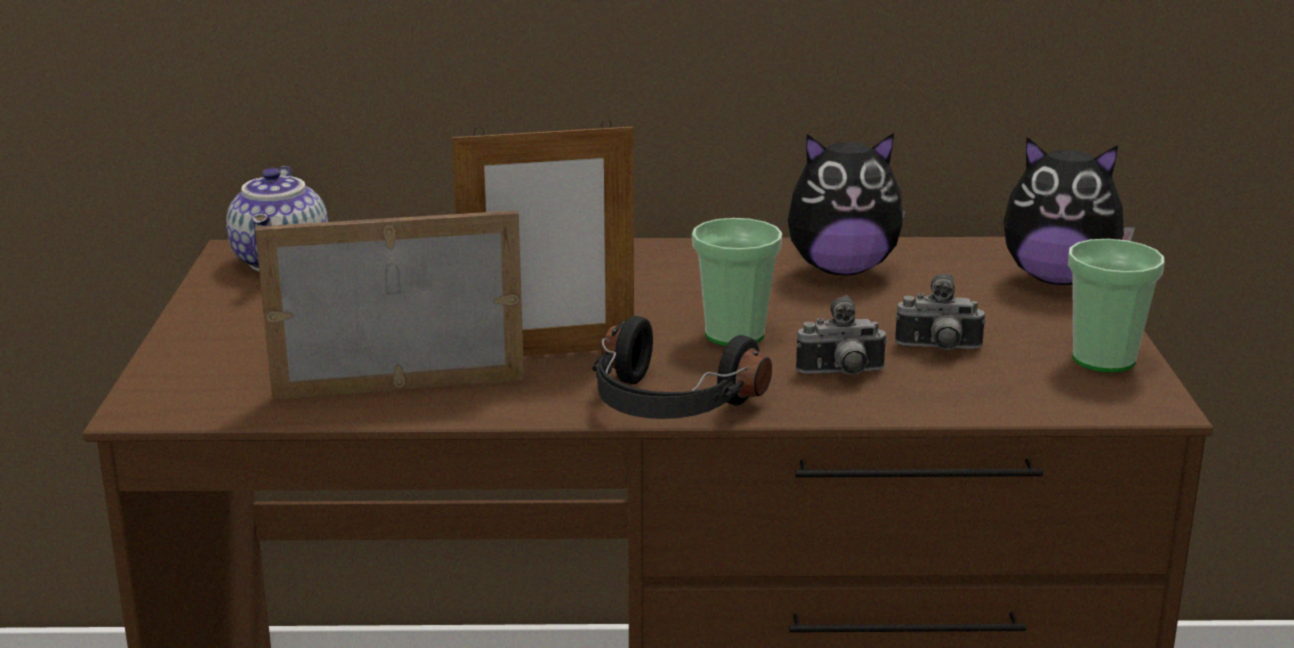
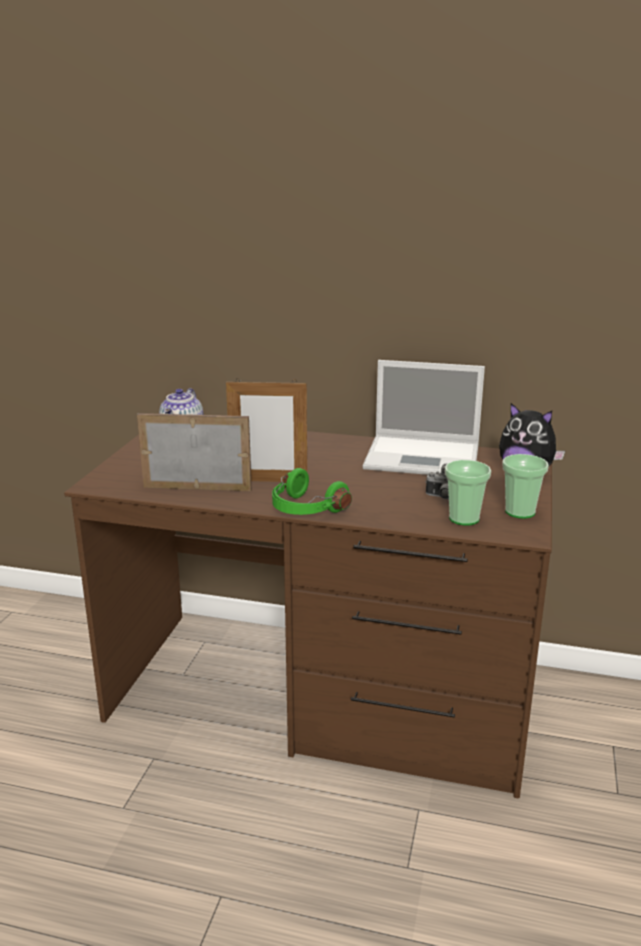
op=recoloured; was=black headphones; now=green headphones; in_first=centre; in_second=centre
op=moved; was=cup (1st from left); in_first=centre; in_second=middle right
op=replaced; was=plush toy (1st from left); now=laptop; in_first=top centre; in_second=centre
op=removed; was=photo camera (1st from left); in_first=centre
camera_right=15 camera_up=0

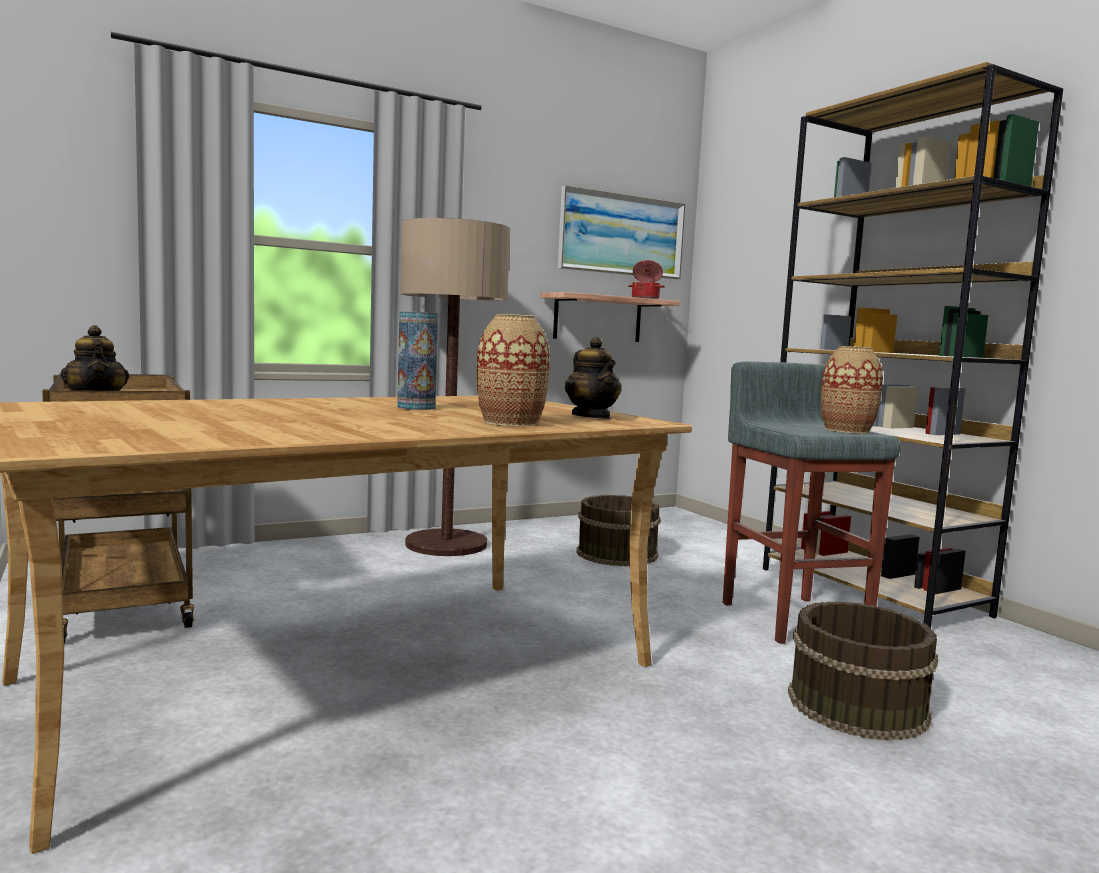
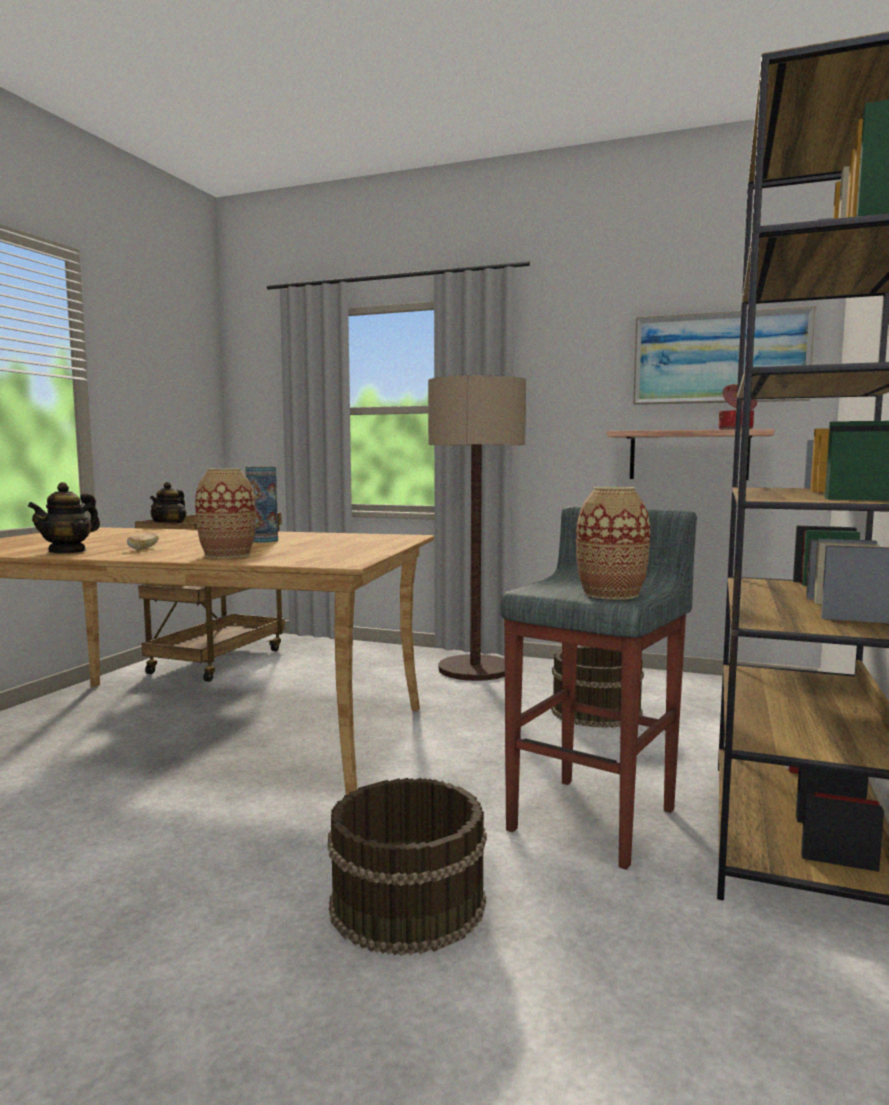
op=moved; was=teapot (2nd from left in the first image); now=teapot (1st from left); in_first=centre; in_second=middle left
op=added; now=bread; in_second=middle left
camera_right=50 camera_up=0

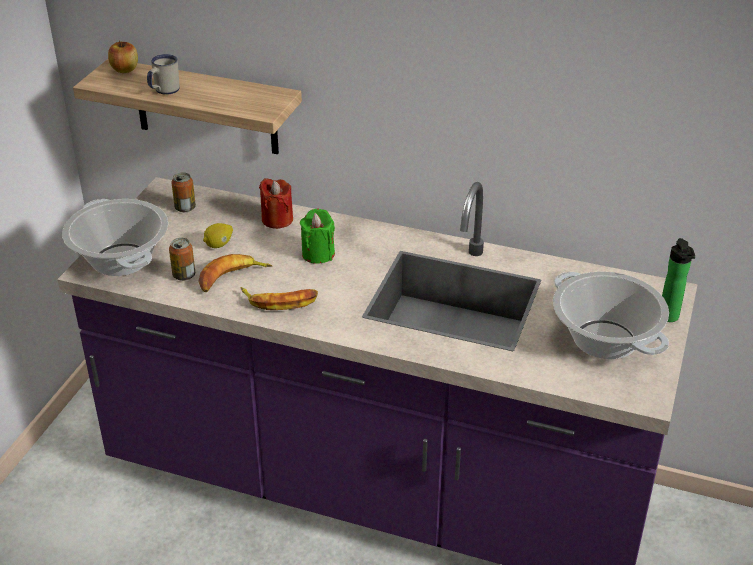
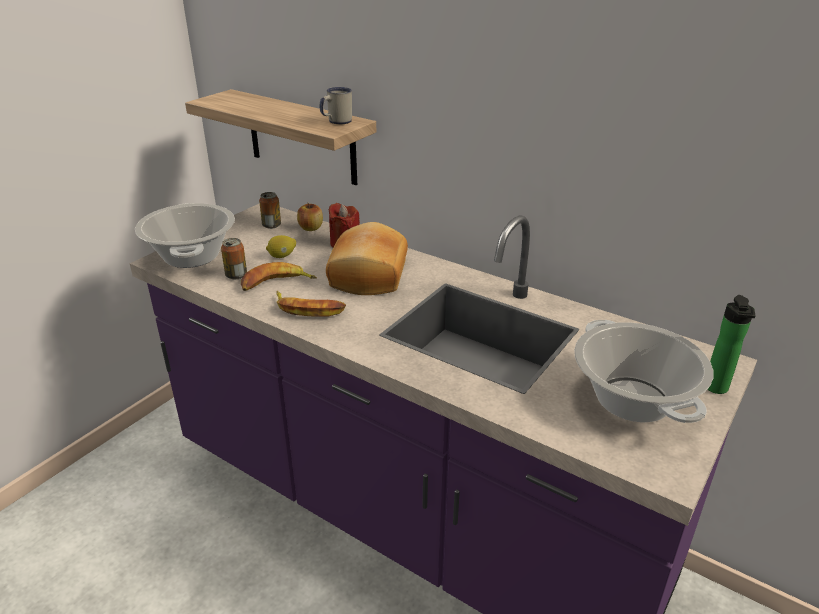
op=moved; was=apple; in_first=top left; in_second=centre
op=moved; was=white mug; in_first=top left; in_second=top centre
op=replaced; was=green candle; now=bread; in_first=centre; in_second=centre
camera_right=15 camera_up=-5

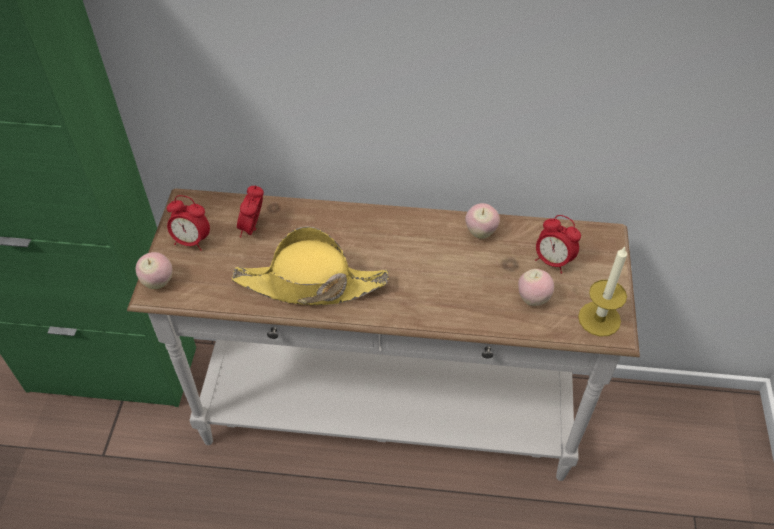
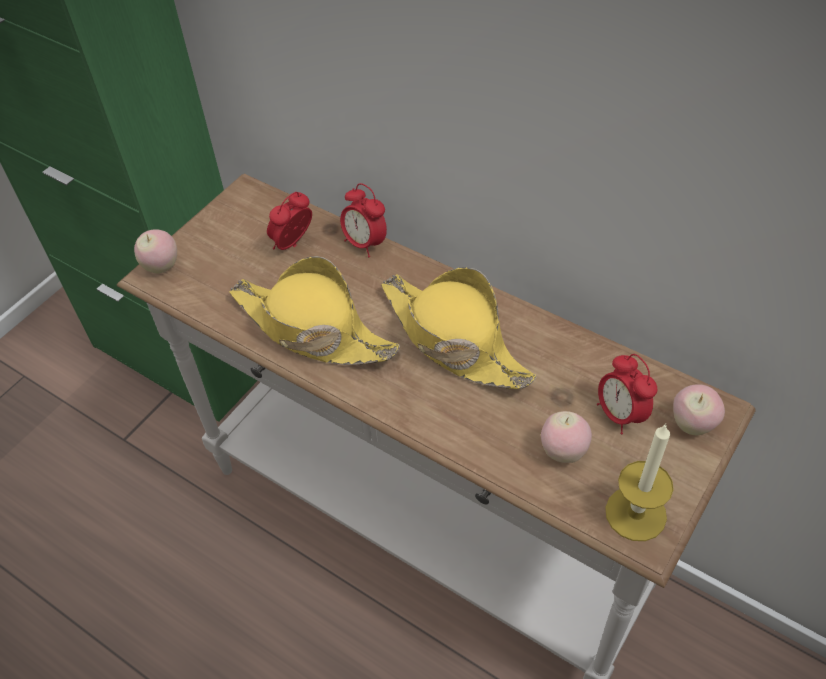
op=moved; was=alarm clock (1st from left in the first image); now=alarm clock (2nd from left); in_first=middle left; in_second=top centre
op=moved; was=apple (2nd from left in the first image); now=apple (3rd from left); in_first=centre; in_second=middle right
op=added; now=yellow hat (2nd from left); in_second=centre
camera_right=30 camera_up=0

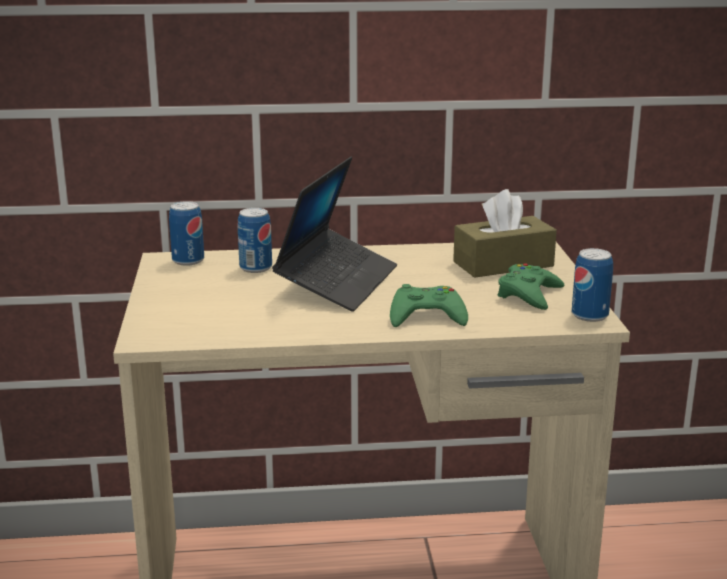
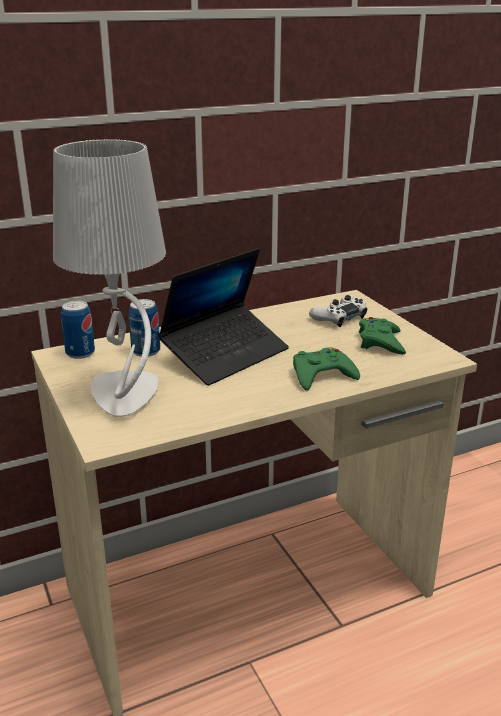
op=turned; was=laptop; in_first=centre; in_second=centre; clockwise=45
op=replaced; was=brown tissue box; now=white game controller; in_first=middle right; in_second=middle right
op=removed; was=can (3rd from left); in_first=middle right
op=added; now=grey table lamp; in_second=middle left
camera_right=-20 camera_up=5

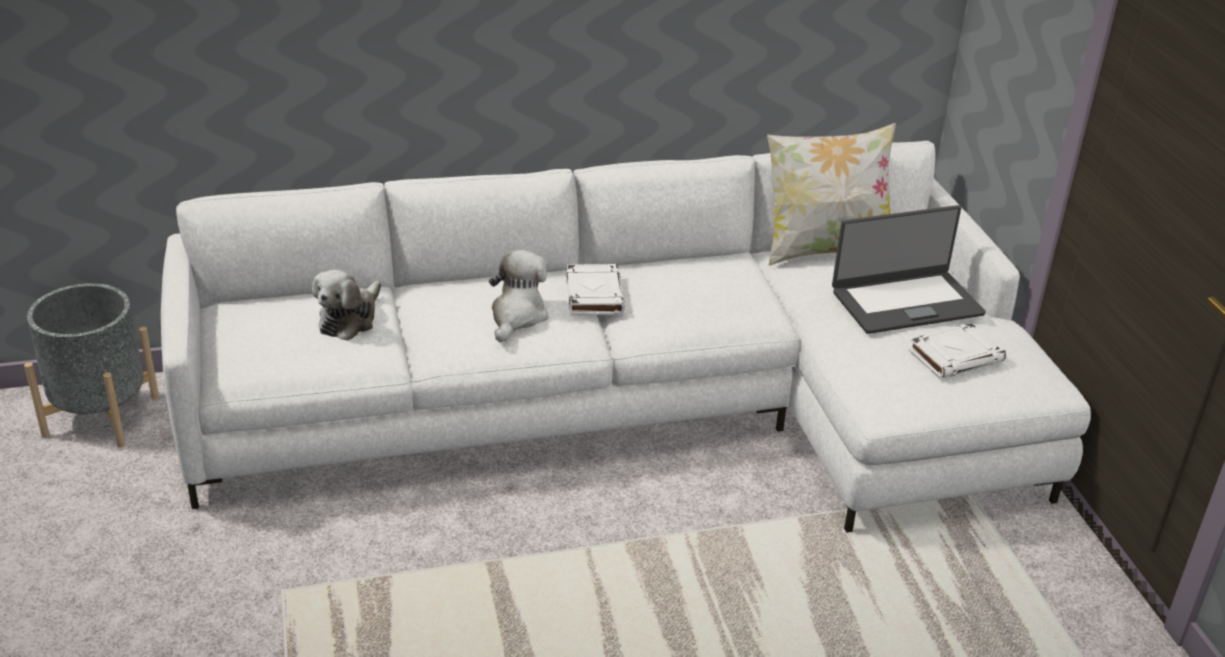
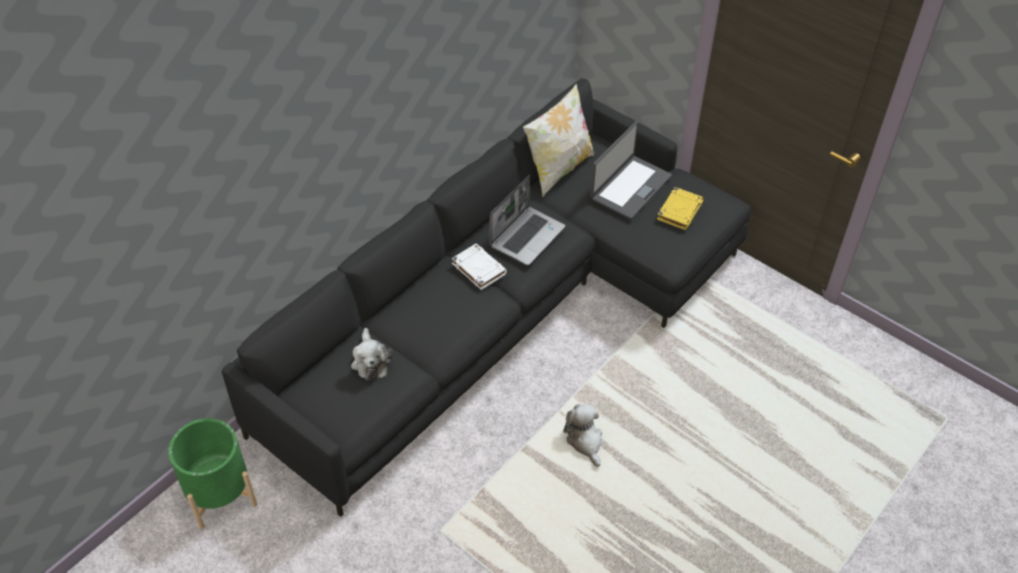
op=recoloured; was=grey planter; now=green planter; in_first=middle left; in_second=bottom left
op=recoloured; was=white sofa; now=black sofa; in_first=centre; in_second=centre
op=moved; was=plush toy (2nd from left); in_first=centre; in_second=bottom centre
op=recoloured; was=white book (2nd from left); now=yellow book; in_first=middle right; in_second=middle right
op=added; now=laptop (1st from left); in_second=centre
camera_right=-35 camera_up=15

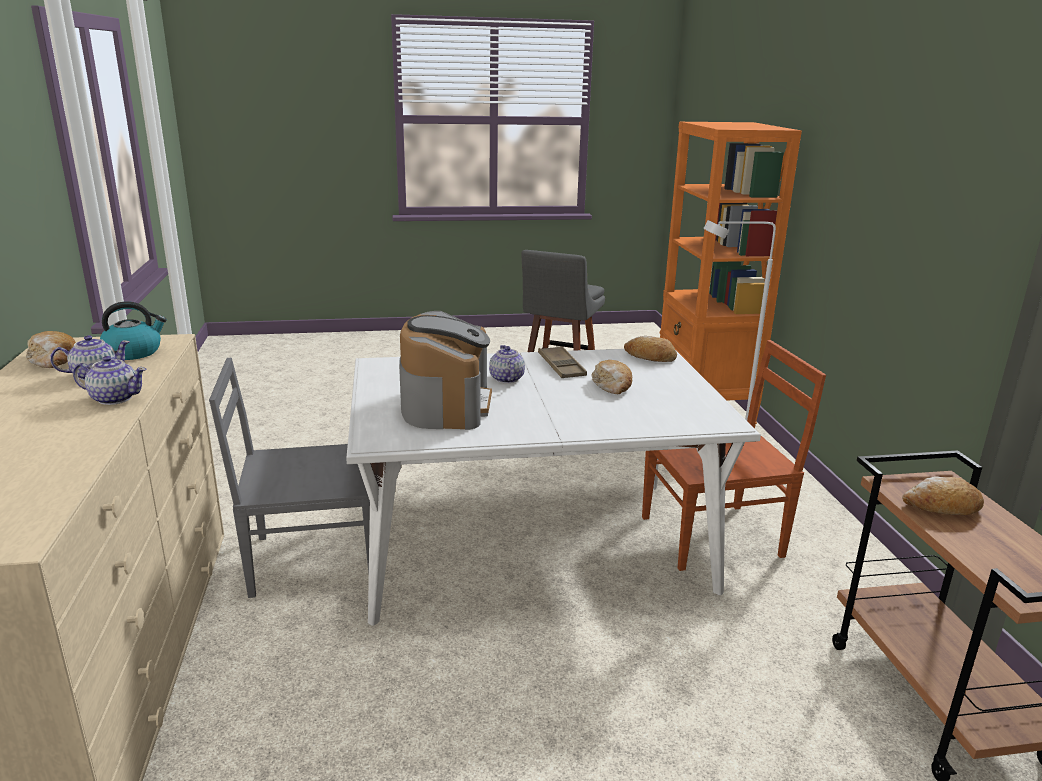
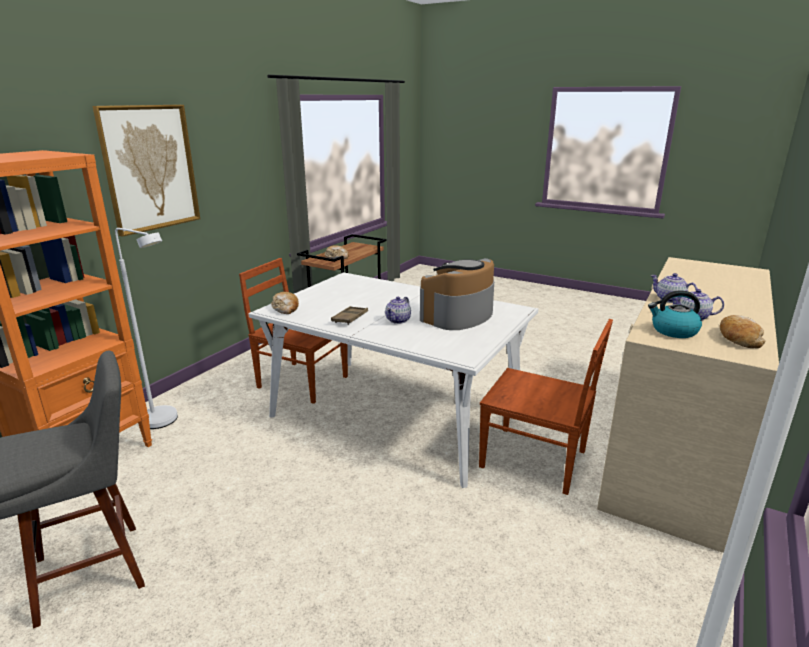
op=recoloured; was=grey chair; now=brown chair (2nd from left); in_first=middle left; in_second=middle right
op=removed; was=bread (2nd from left); in_first=centre
op=added; now=picture; in_second=top left
camera_right=-140 camera_up=0

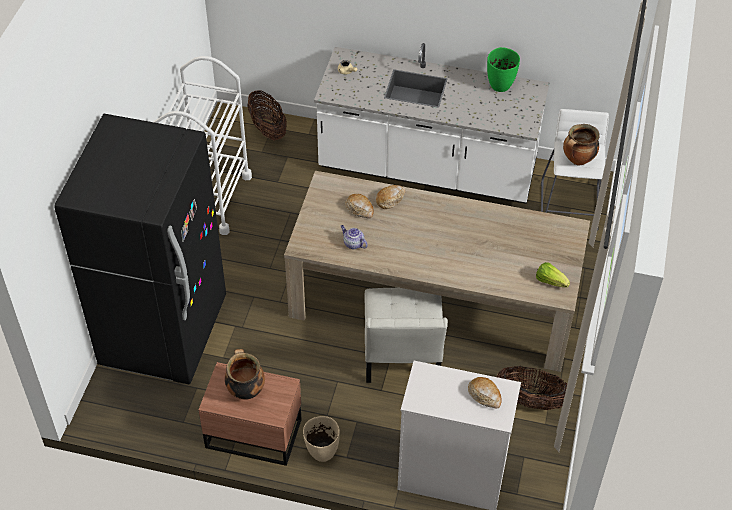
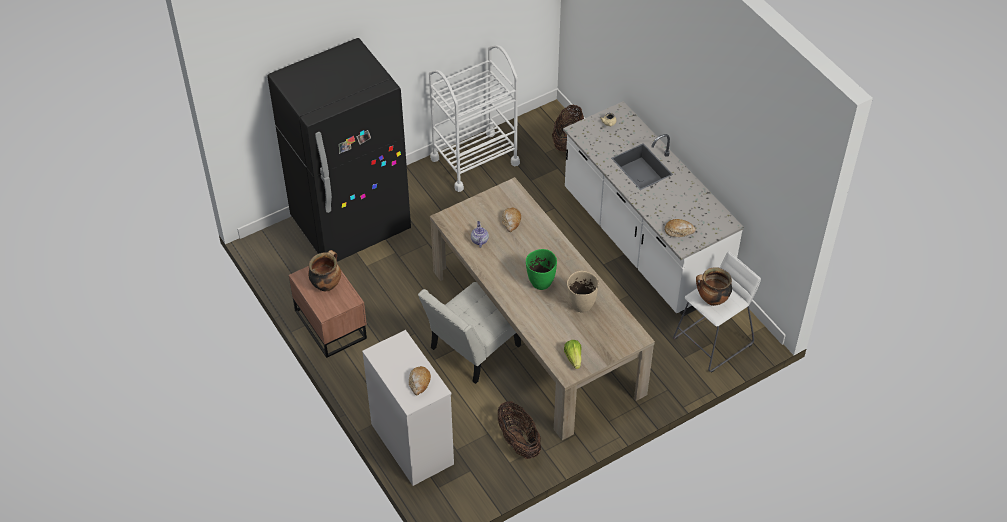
op=moved; was=beige vase; in_first=bottom centre; in_second=centre
op=moved; was=bread (2nd from left in the first image); now=bread (3rd from left); in_first=centre; in_second=middle right
op=moved; was=green vase; in_first=top right; in_second=centre
camera_right=45 camera_up=0

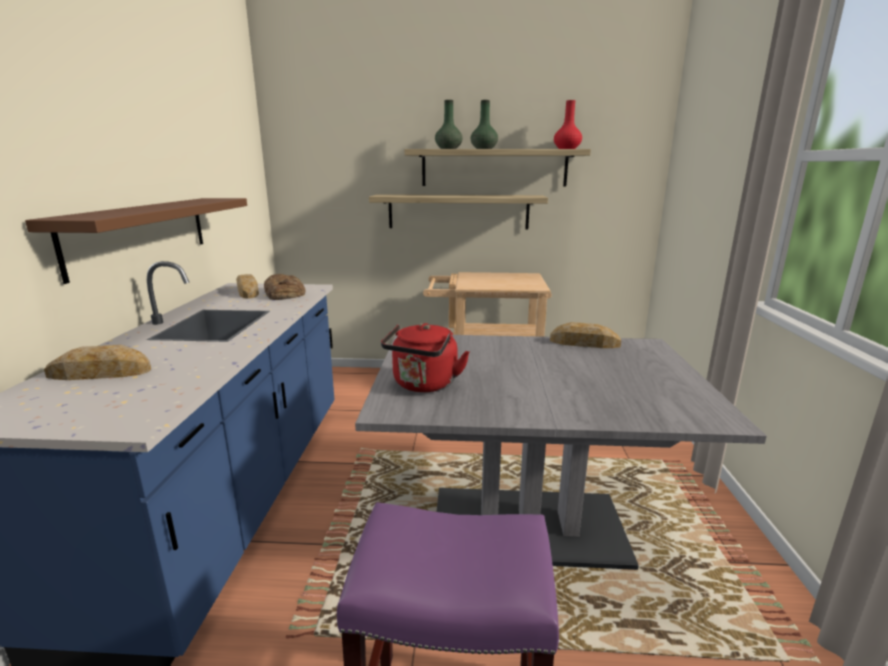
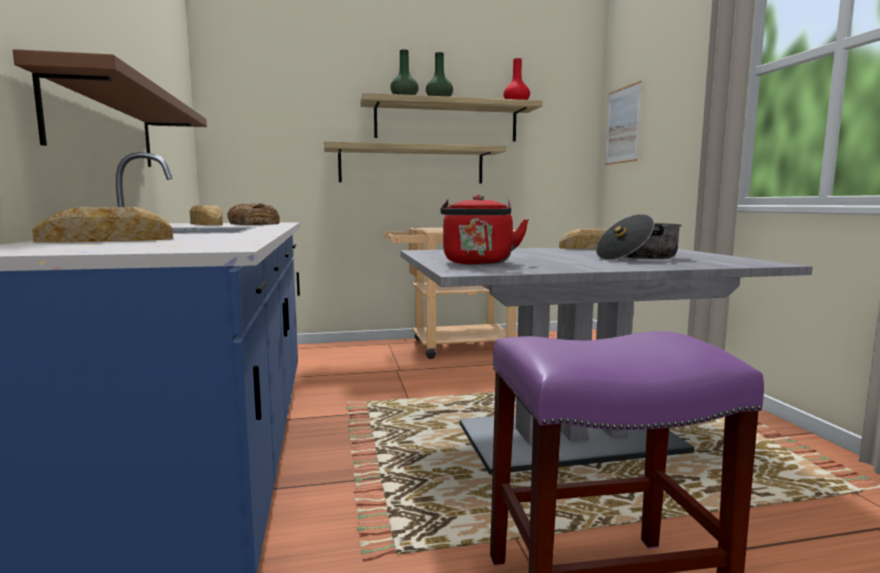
op=added; now=cooking pot; in_second=middle right
op=added; now=picture; in_second=top right
camera_right=-15 camera_up=-10

